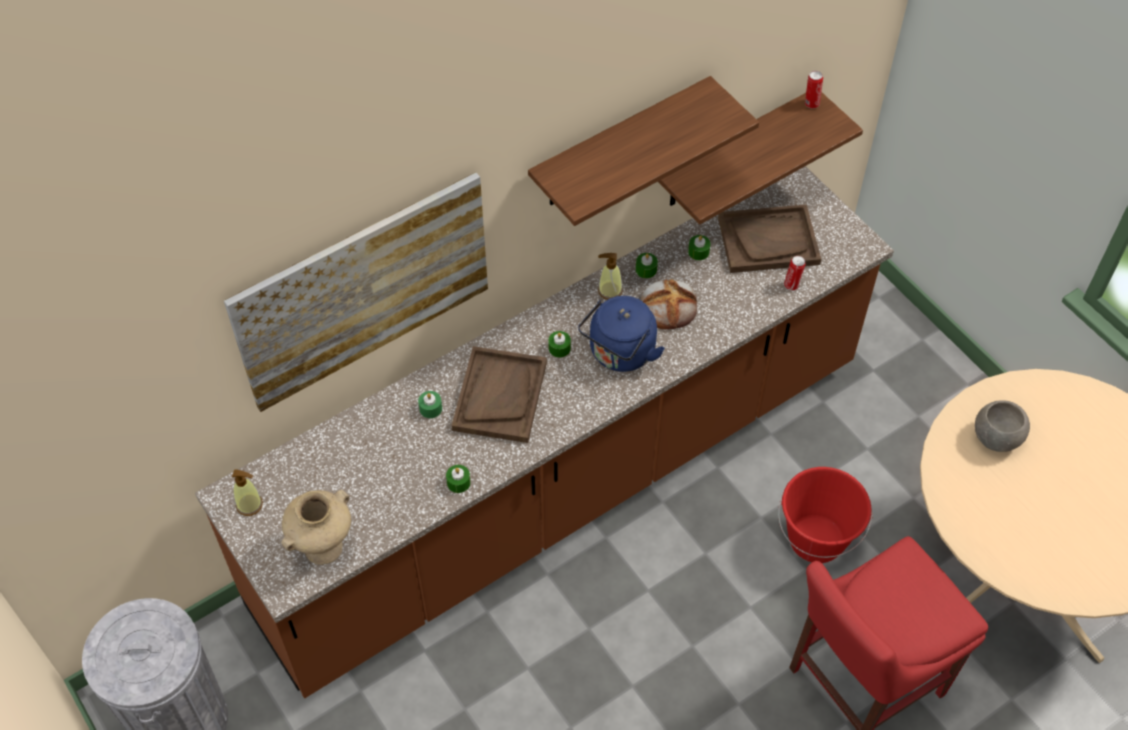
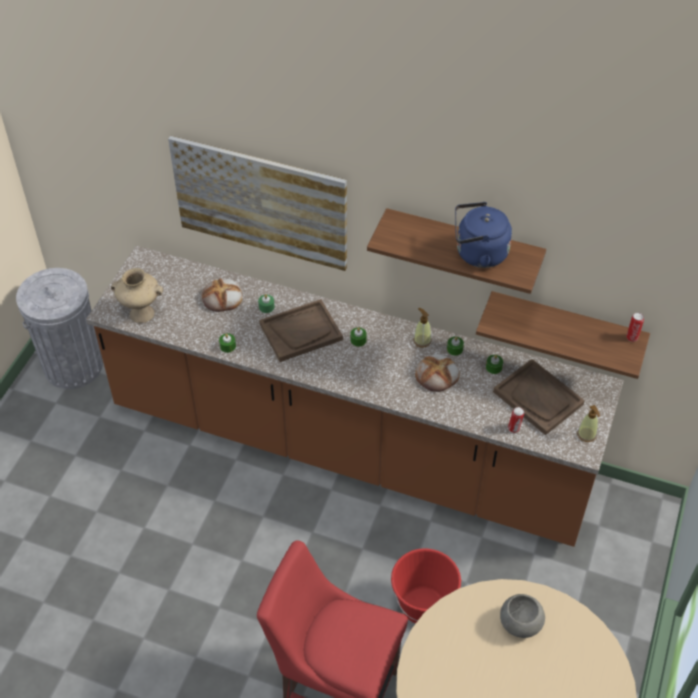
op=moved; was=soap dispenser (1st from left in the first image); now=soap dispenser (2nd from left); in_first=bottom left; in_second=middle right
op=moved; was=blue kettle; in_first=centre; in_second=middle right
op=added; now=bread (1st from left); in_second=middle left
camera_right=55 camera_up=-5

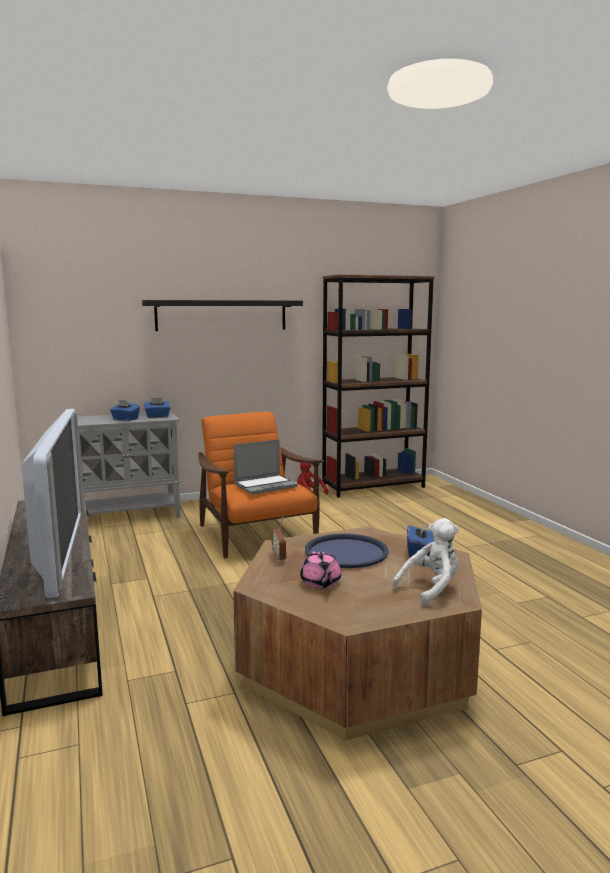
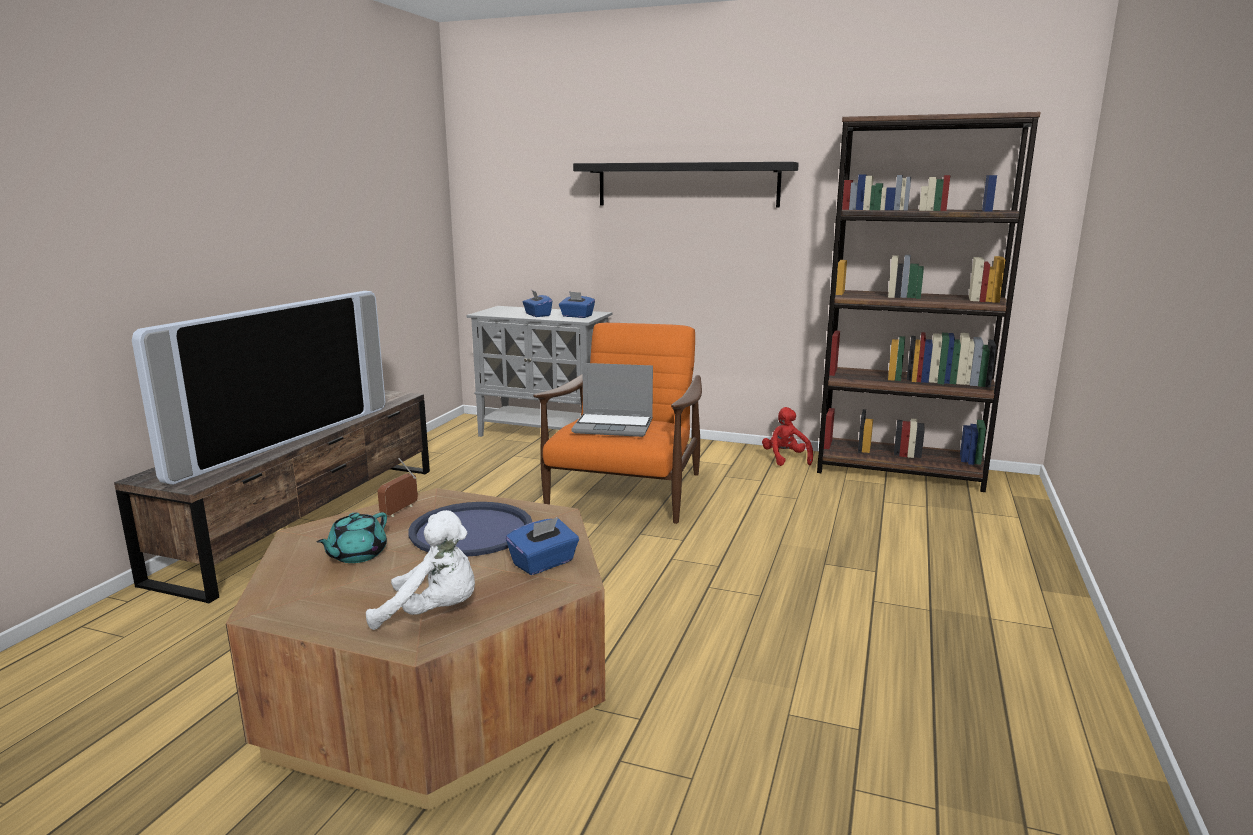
op=recoloured; was=pink teapot; now=turquoise teapot; in_first=centre; in_second=middle left
camera_right=40 camera_up=5

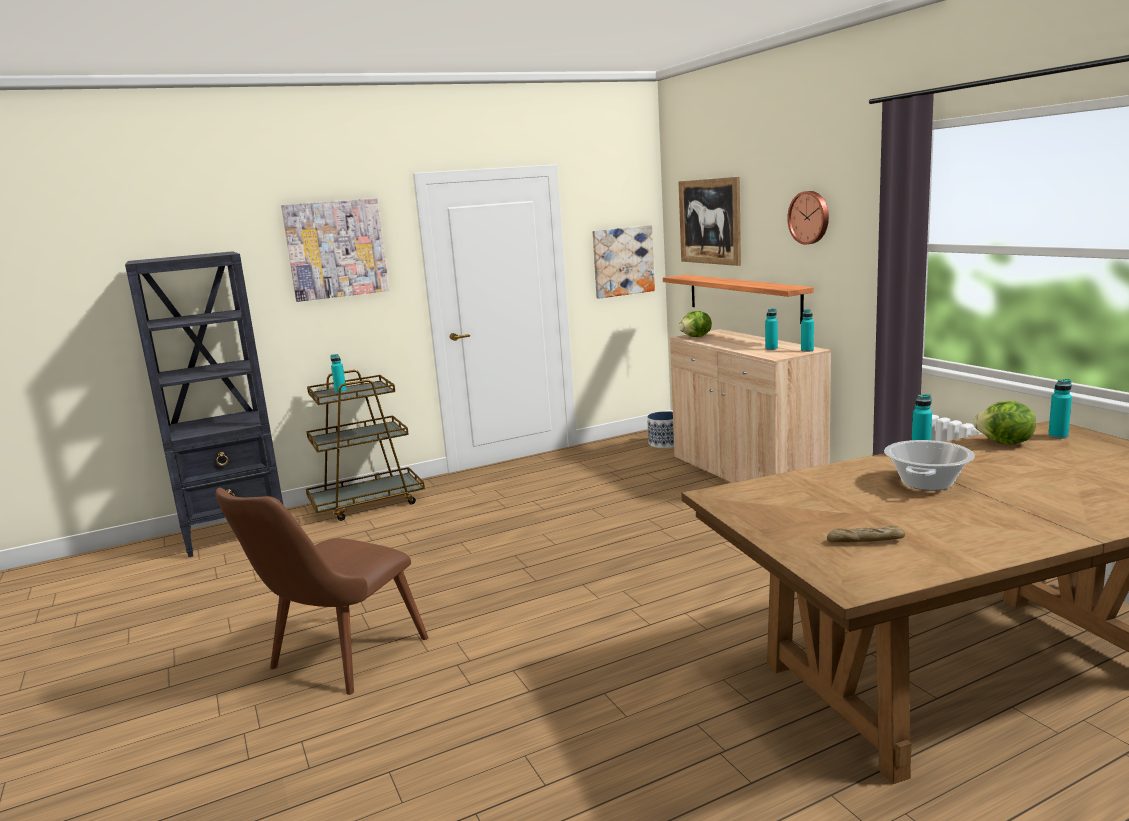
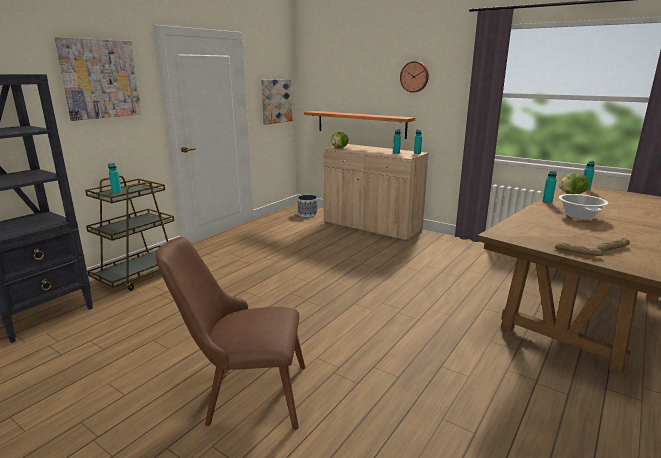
op=turned; was=brown chair; in_first=bottom left; in_second=bottom centre; clockwise=90
op=removed; was=picture (3rd from left); in_first=top centre
op=added; now=bread (1st from left); in_second=middle right
camera_right=-30 camera_up=5

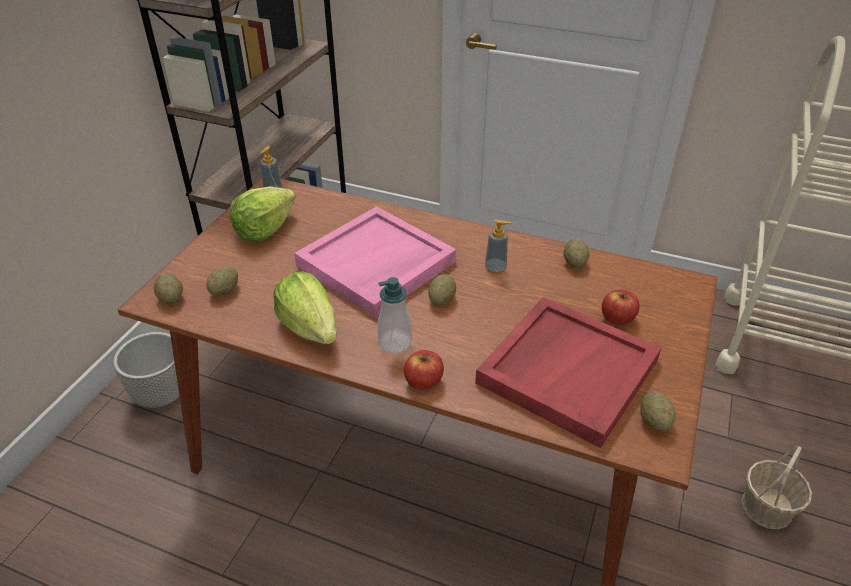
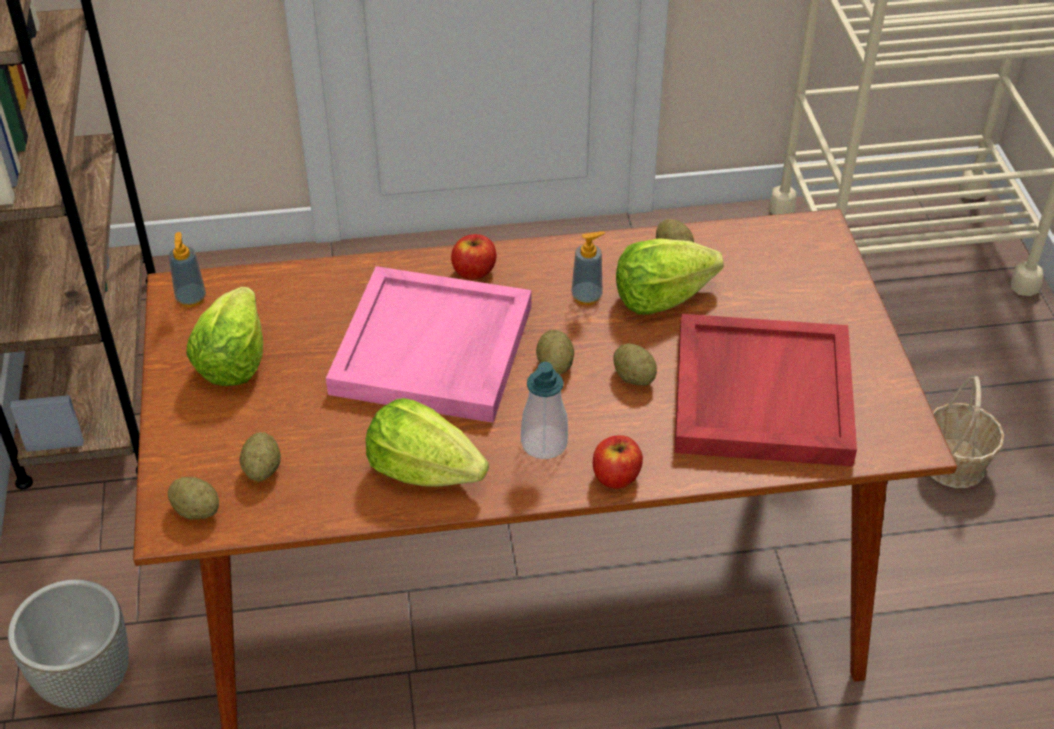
op=moved; was=apple (2nd from left in the first image); now=apple (1st from left); in_first=middle right; in_second=centre
op=moved; was=potato (5th from left in the first image); now=potato (4th from left); in_first=bottom right; in_second=centre
op=added; now=lettuce (3rd from left); in_second=centre
camera_right=-30 camera_up=5

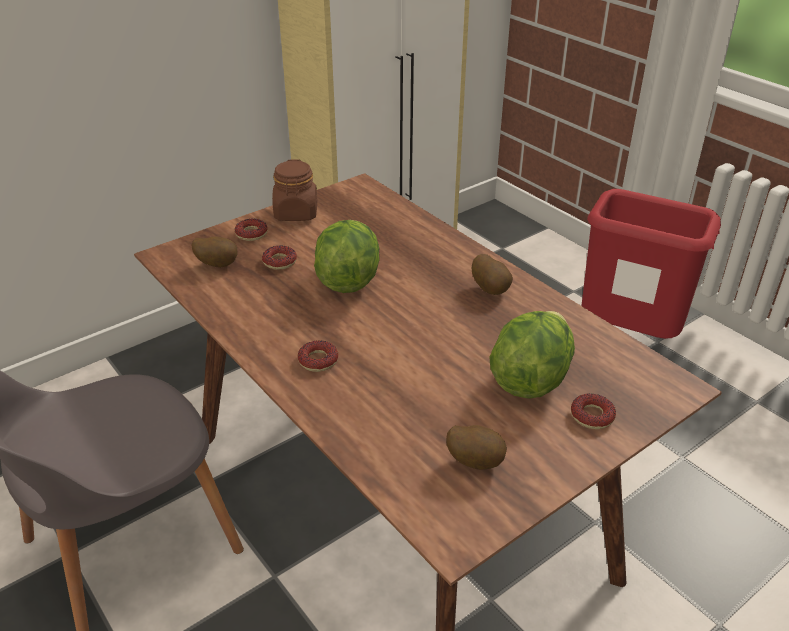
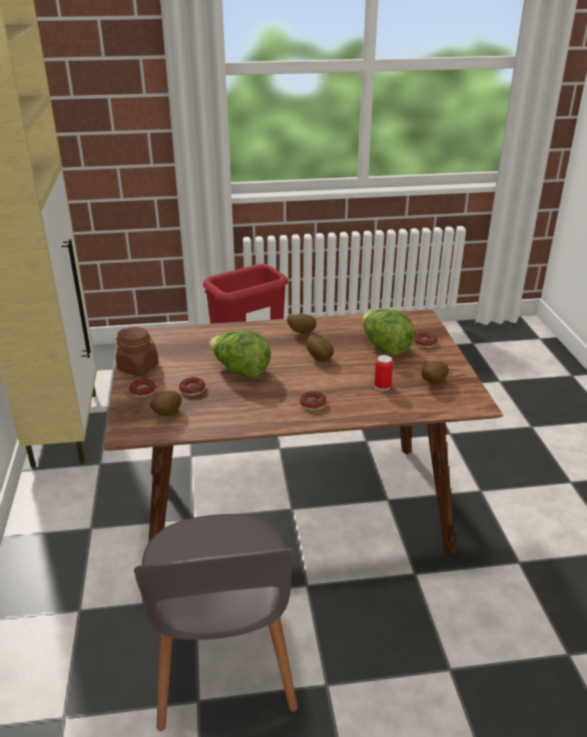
op=added; now=potato (3rd from left); in_second=centre
op=added; now=can; in_second=centre
camera_right=-60 camera_up=-5

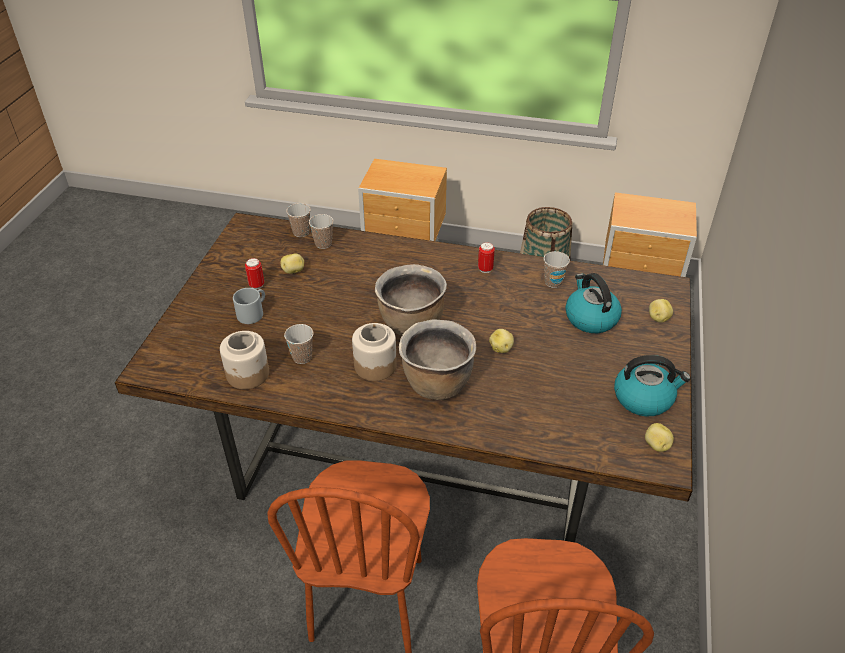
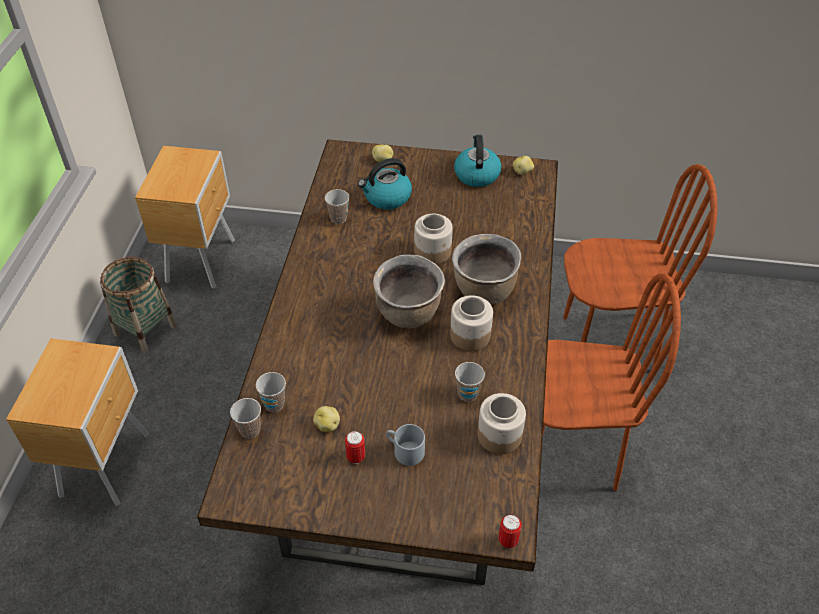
op=moved; was=can (2nd from left); in_first=centre; in_second=bottom centre
op=replaced; was=potato (2nd from left); now=jar (1st from left); in_first=centre; in_second=centre
camera_right=-95 camera_up=5

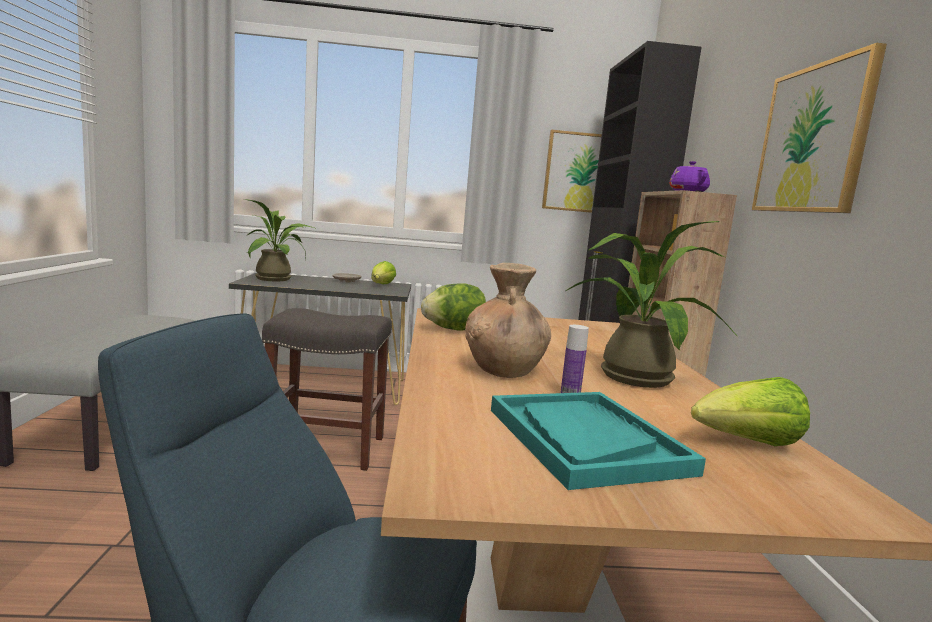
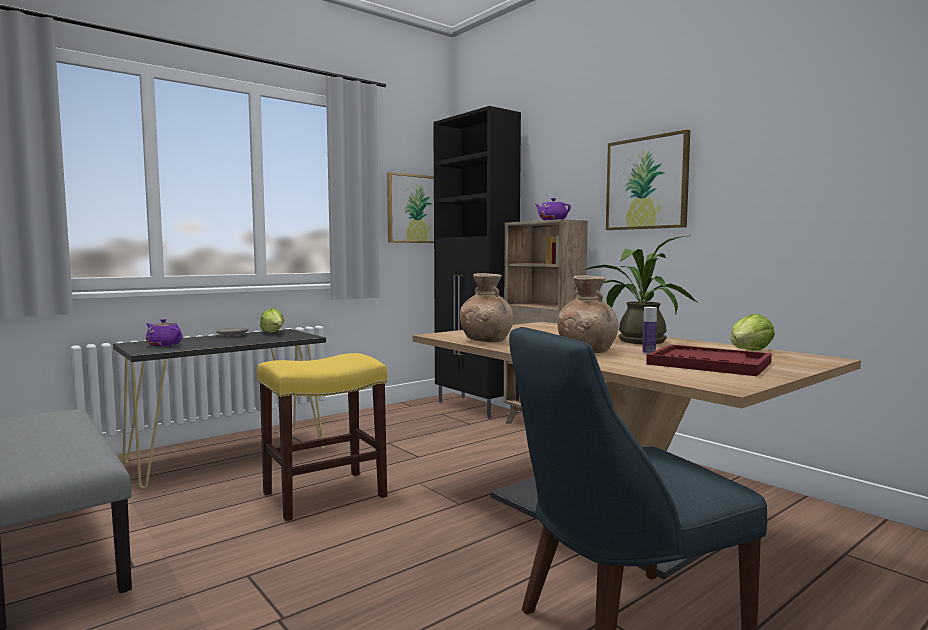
op=replaced; was=potted plant (1st from left); now=purple teapot (1st from left); in_first=middle left; in_second=middle left
op=recoloured; was=grey stool; now=yellow stool; in_first=centre; in_second=bottom centre
op=replaced; was=lettuce (2nd from left); now=brown vase (1st from left); in_first=centre; in_second=centre
op=recoloured; was=turquoise tray; now=red tray; in_first=bottom centre; in_second=middle right
camera_right=-35 camera_up=-5

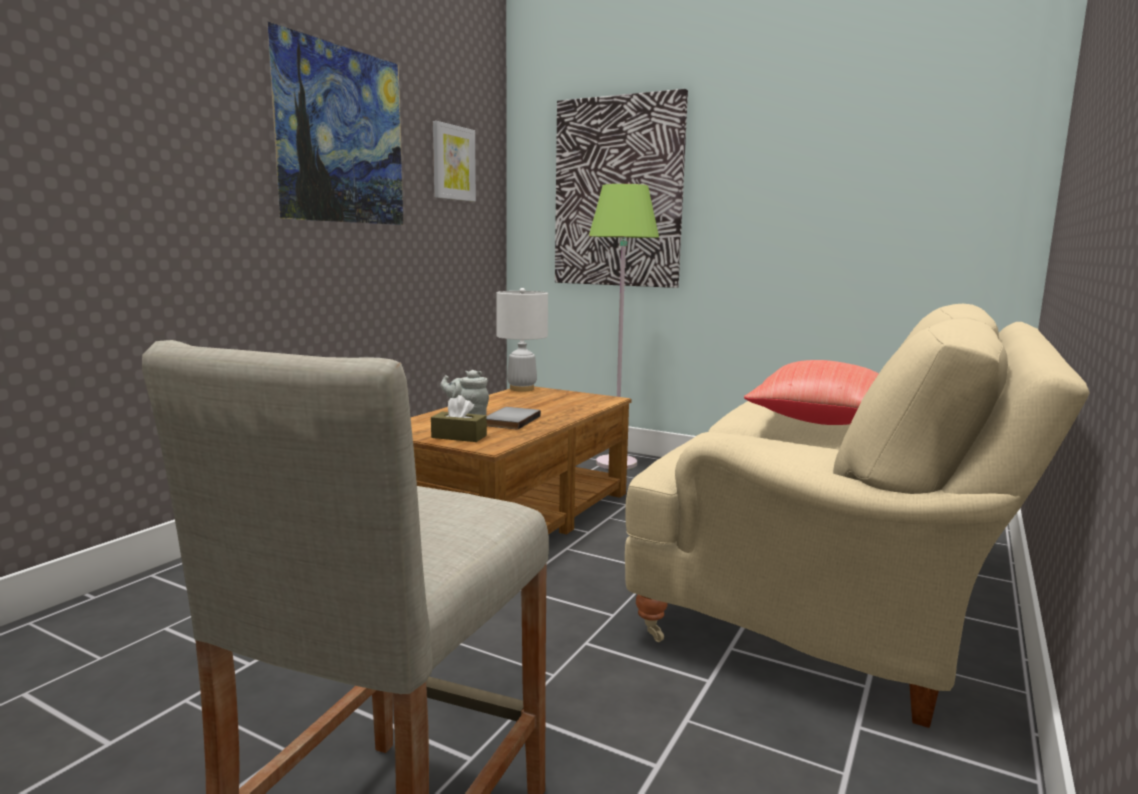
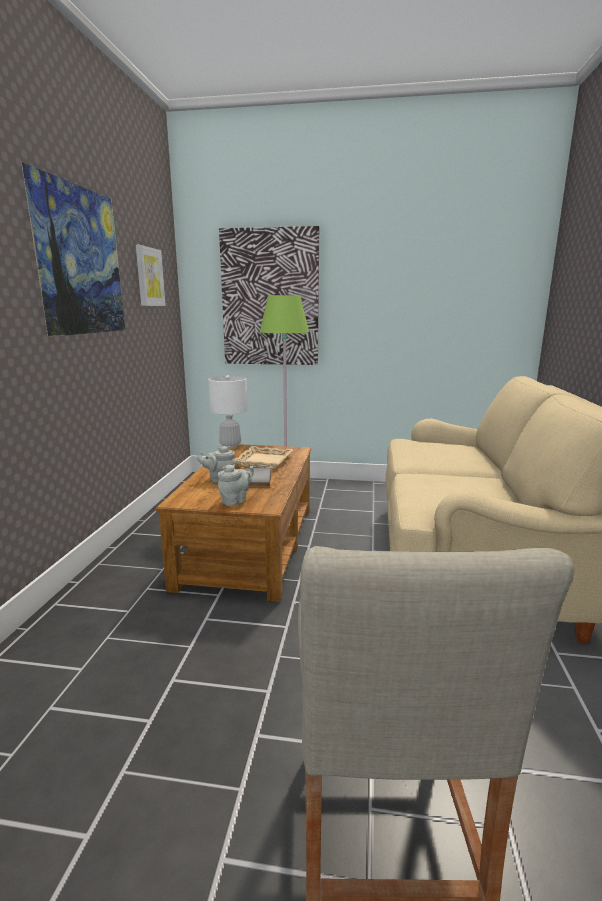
op=replaced; was=brown tissue box; now=grey teapot (2nd from left); in_first=centre; in_second=centre
op=removed; was=red pillow; in_first=middle right
op=added; now=beige tray; in_second=centre
camera_right=-20 camera_up=5

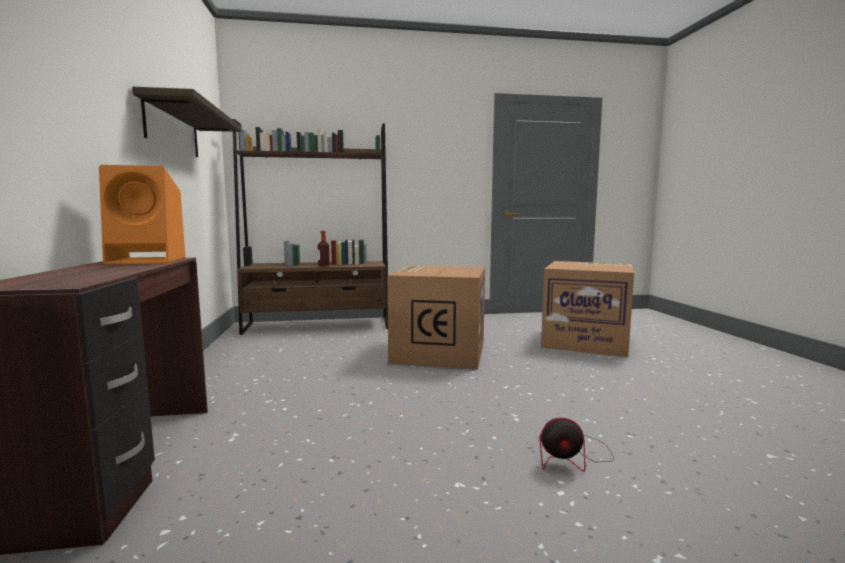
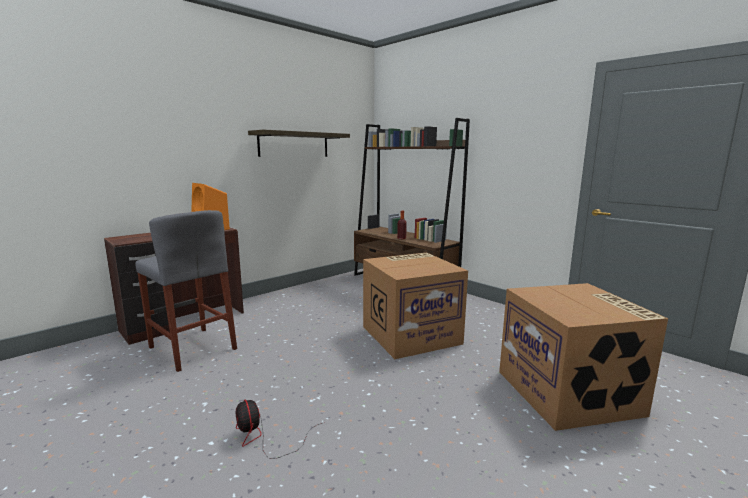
op=added; now=grey stool; in_second=middle left
camera_right=55 camera_up=5

